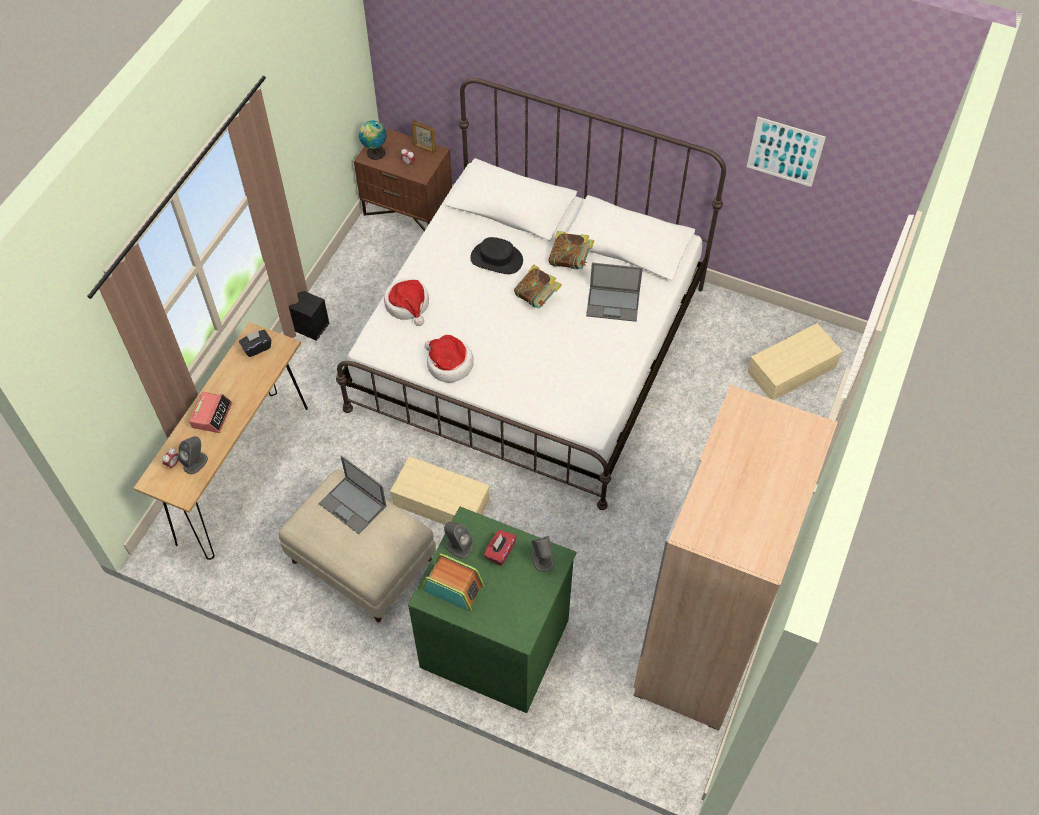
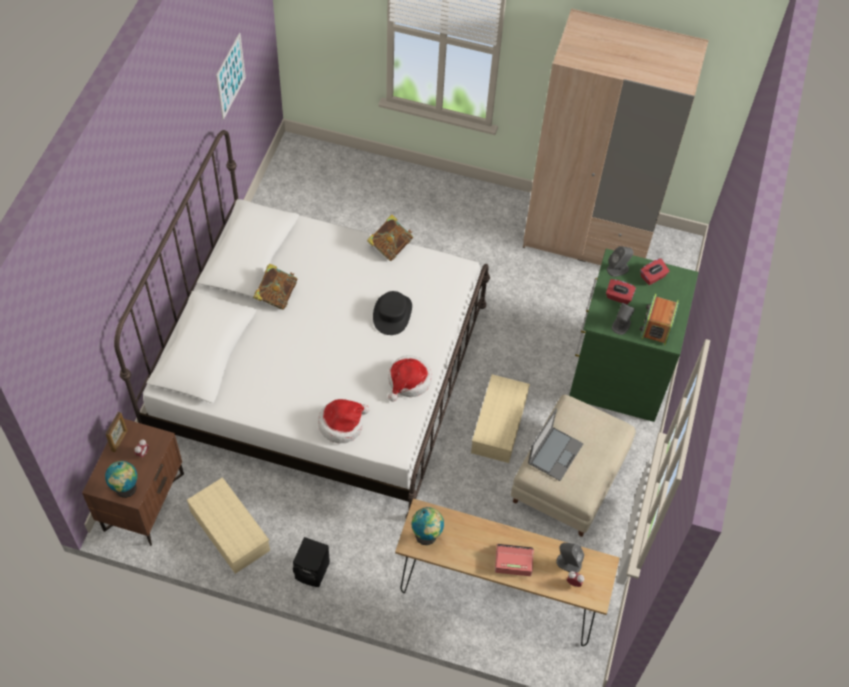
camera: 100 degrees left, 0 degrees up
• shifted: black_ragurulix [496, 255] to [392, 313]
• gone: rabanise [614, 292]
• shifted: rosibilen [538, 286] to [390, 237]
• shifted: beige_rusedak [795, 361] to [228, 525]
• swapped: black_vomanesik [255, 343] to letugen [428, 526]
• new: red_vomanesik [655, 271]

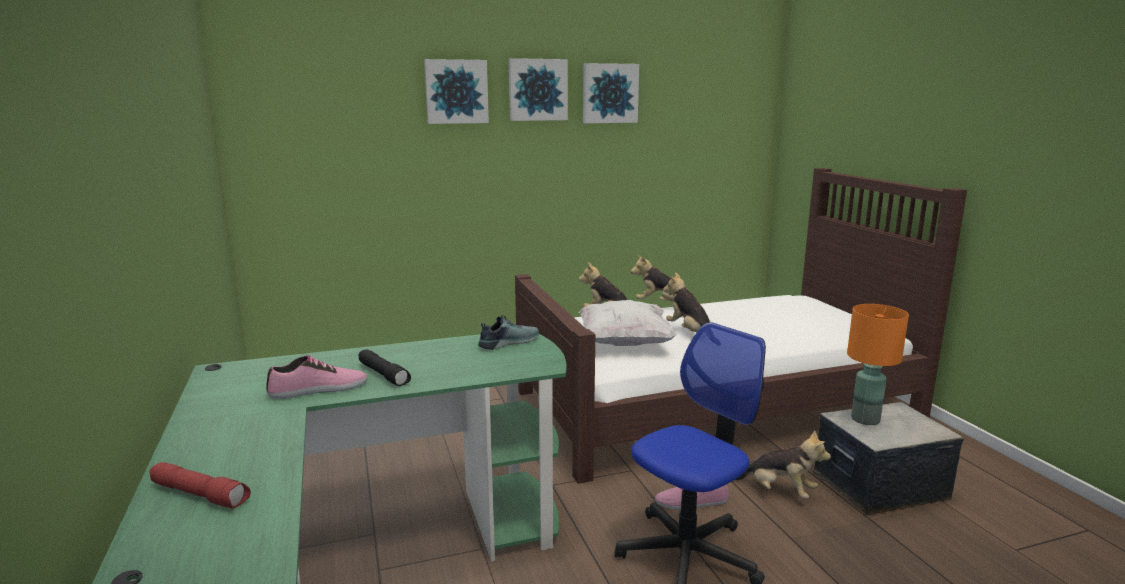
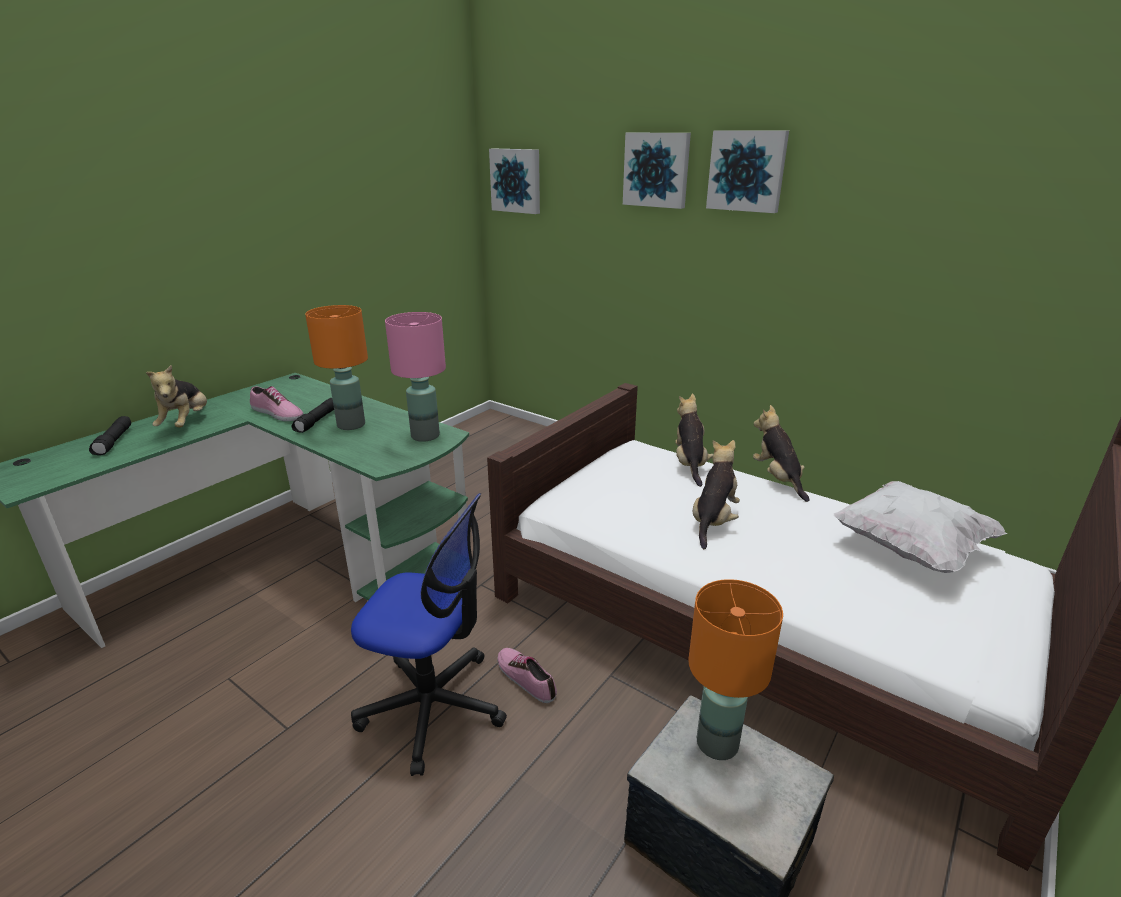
camera: 55 degrees right, 10 degrees up
• shifted: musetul [611, 93] to [514, 181]
• shifted: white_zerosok [627, 323] to [920, 527]
• swapped: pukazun [508, 332] to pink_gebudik [415, 377]
• shifted: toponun [783, 464] to [176, 396]
• repainted: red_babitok [200, 485] to black_babitok [110, 435]
• new: orange_gebudik [336, 367]

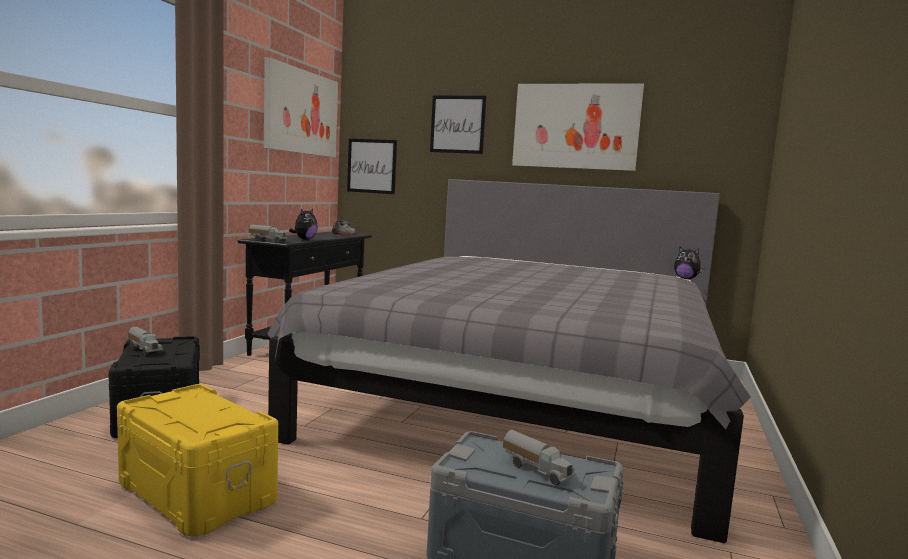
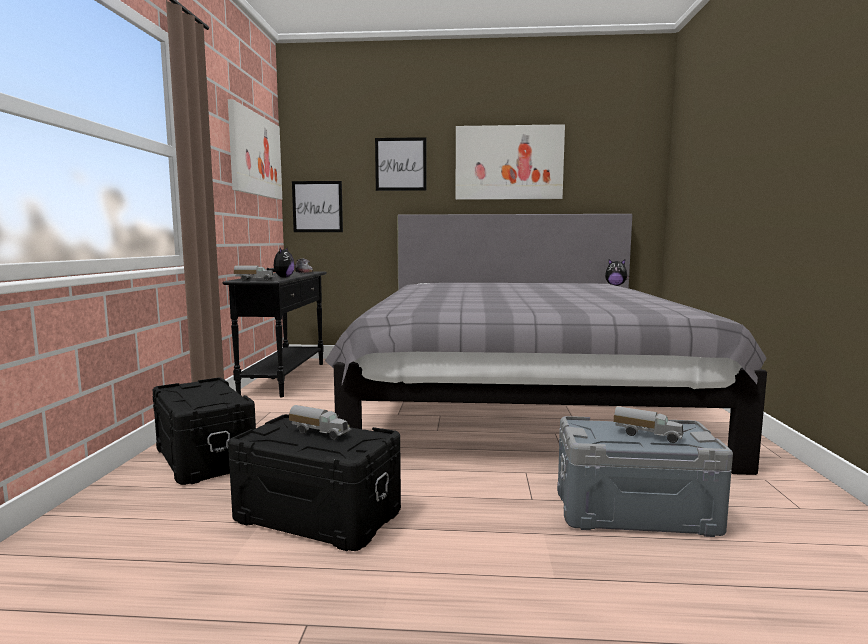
camera: 15 degrees left, 0 degrees up
• shifted: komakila [145, 341] to [320, 422]
• repainted: yellow_rusedak [197, 460] to black_rusedak [314, 482]

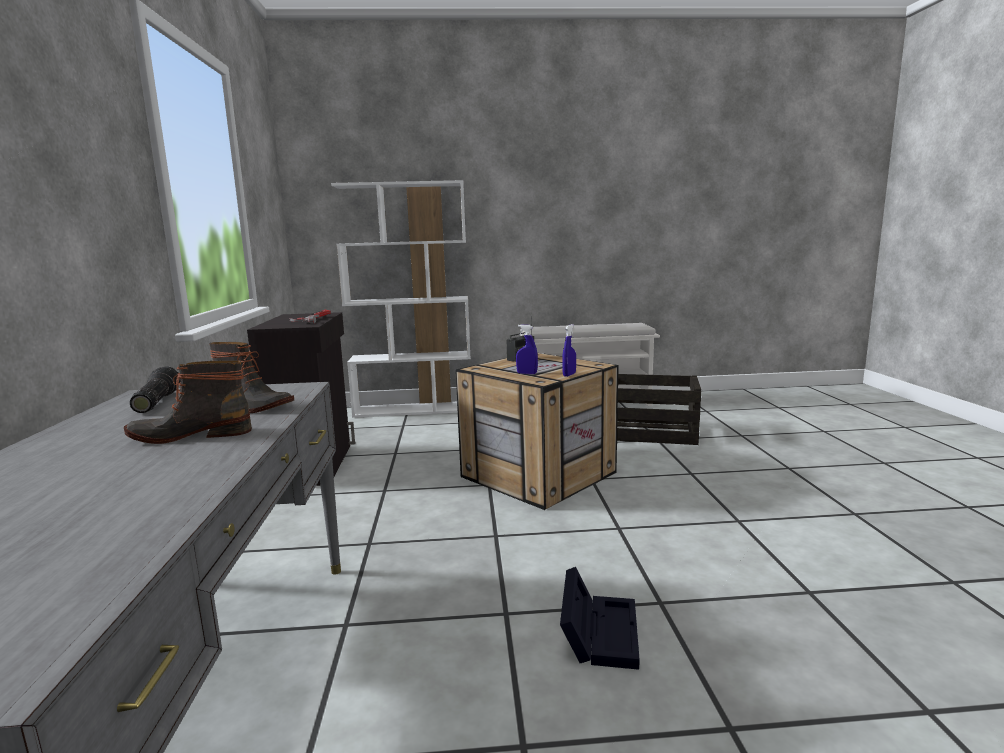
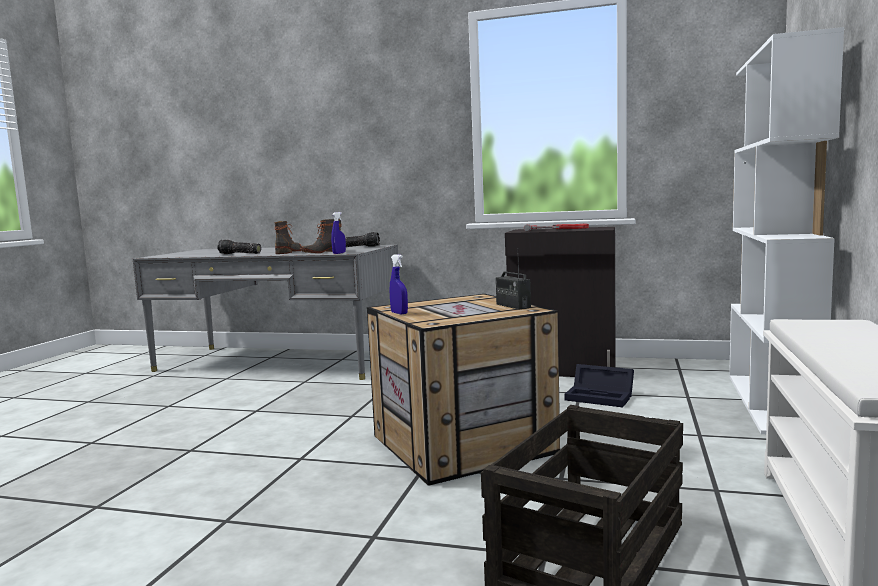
camera: 110 degrees right, 5 degrees down
• shifted: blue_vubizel [527, 349] to [338, 233]
• shifted: black_rusedak [600, 618] to [599, 385]
• new: babitok [239, 246]

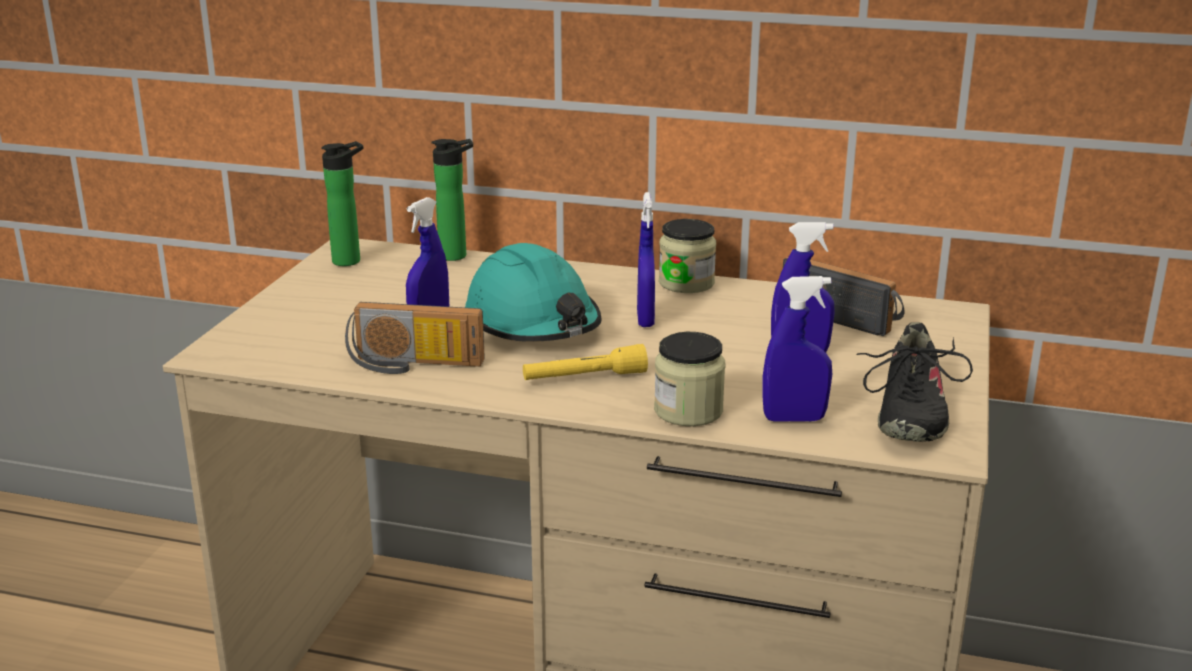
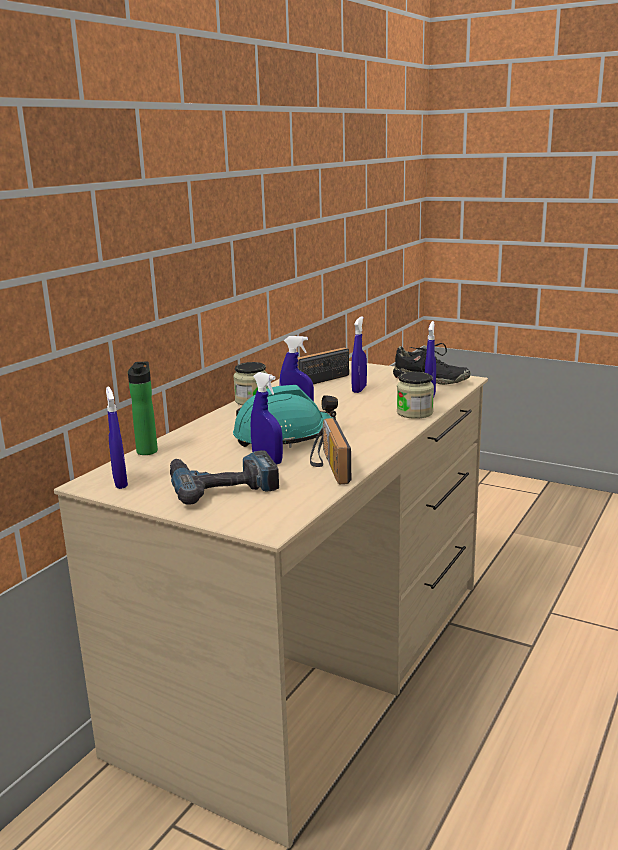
camera: 75 degrees left, 5 degrees down
• swapped: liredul [342, 203] to blue_vubizel [117, 437]
• rotated: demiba [415, 338] = [330, 451] 150 degrees clockwise
• gone: yellow_babitok [585, 362]
• new: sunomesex [224, 477]

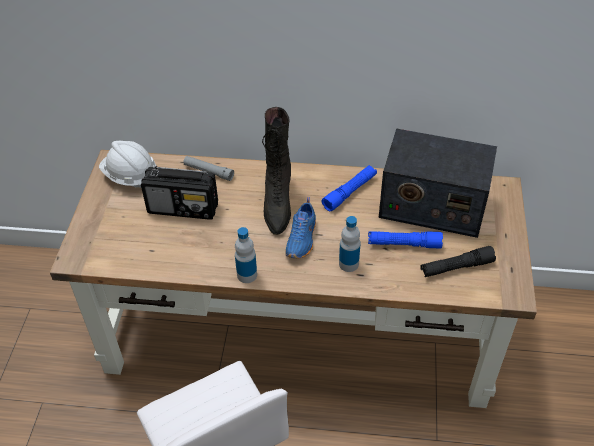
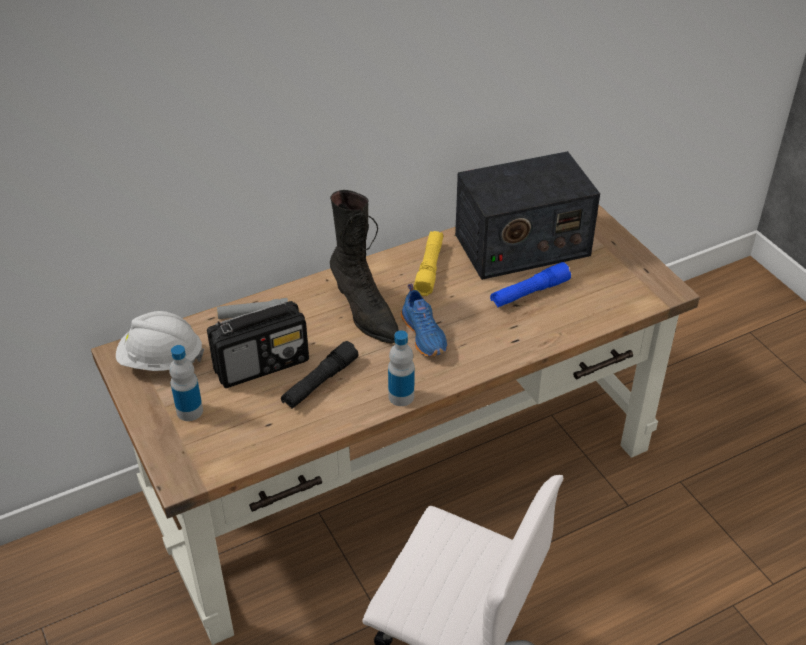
camera: 35 degrees left, 5 degrees down
• repainted: blue_babitok [349, 188] to yellow_babitok [428, 263]
• shifted: liredul [349, 244] to [186, 383]
• shifted: black_babitok [458, 261] to [319, 375]

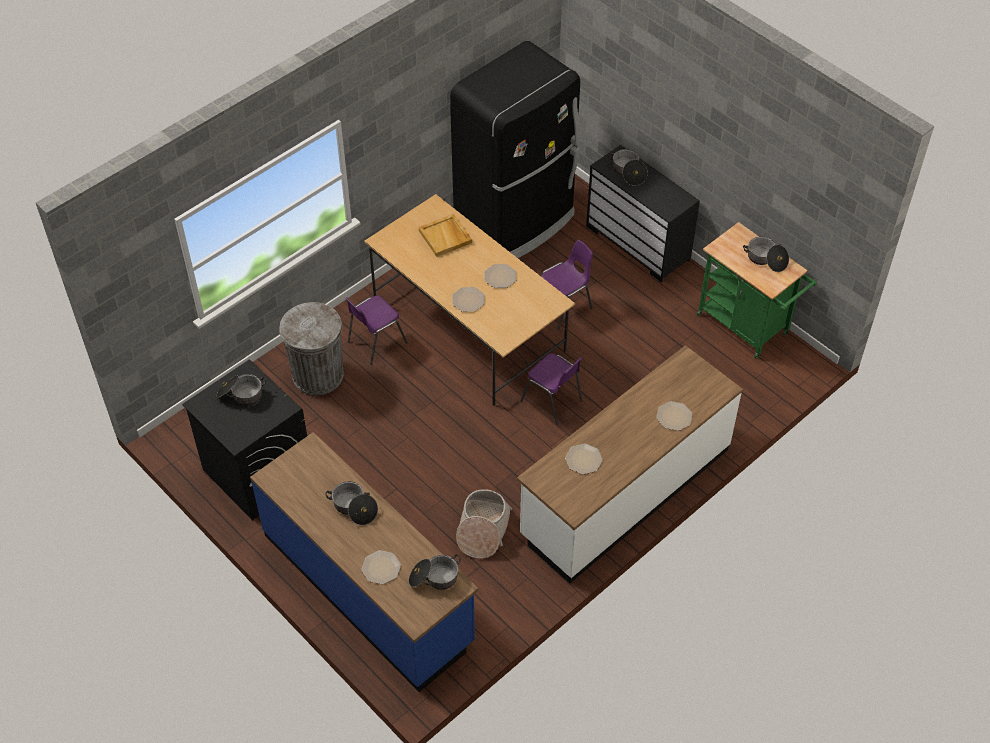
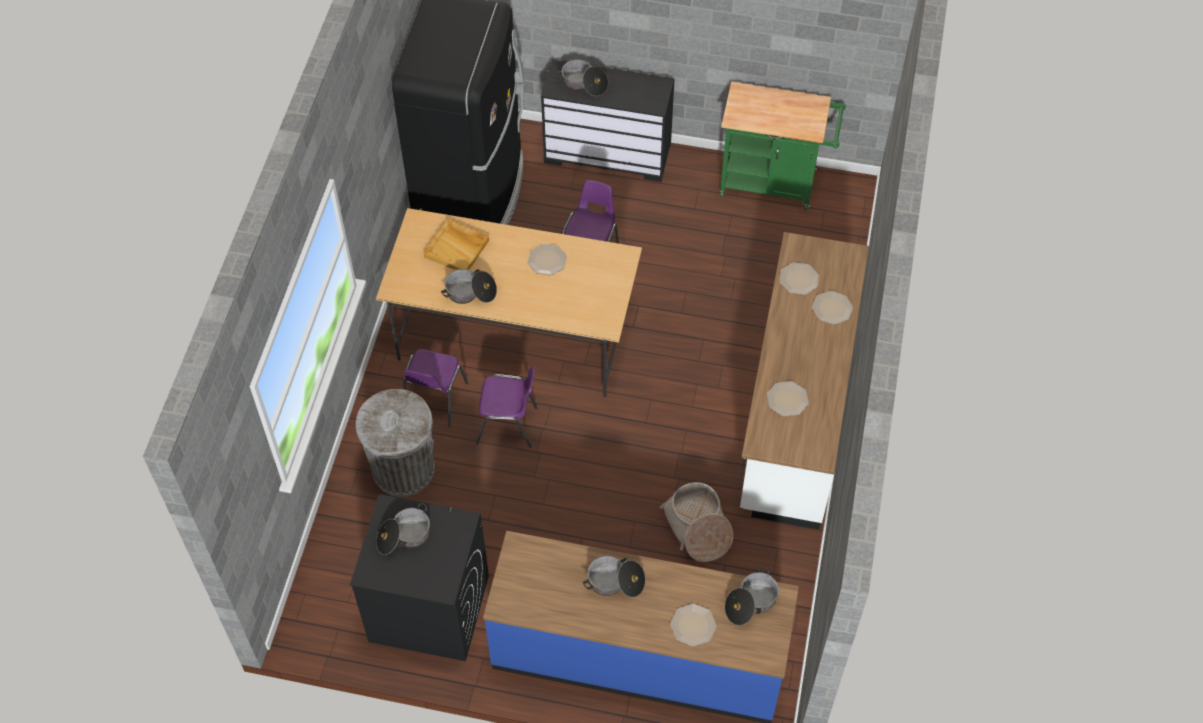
camera: 35 degrees left, 5 degrees up
• shifted: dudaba [766, 254] to [469, 286]
• shifted: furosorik [468, 299] to [799, 278]
• shifted: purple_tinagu [551, 389] to [506, 407]

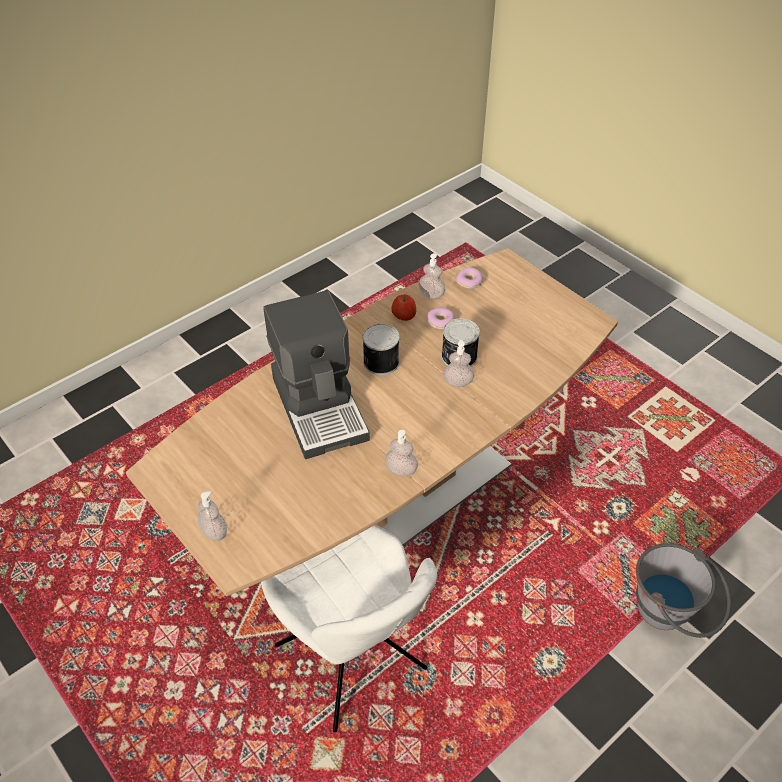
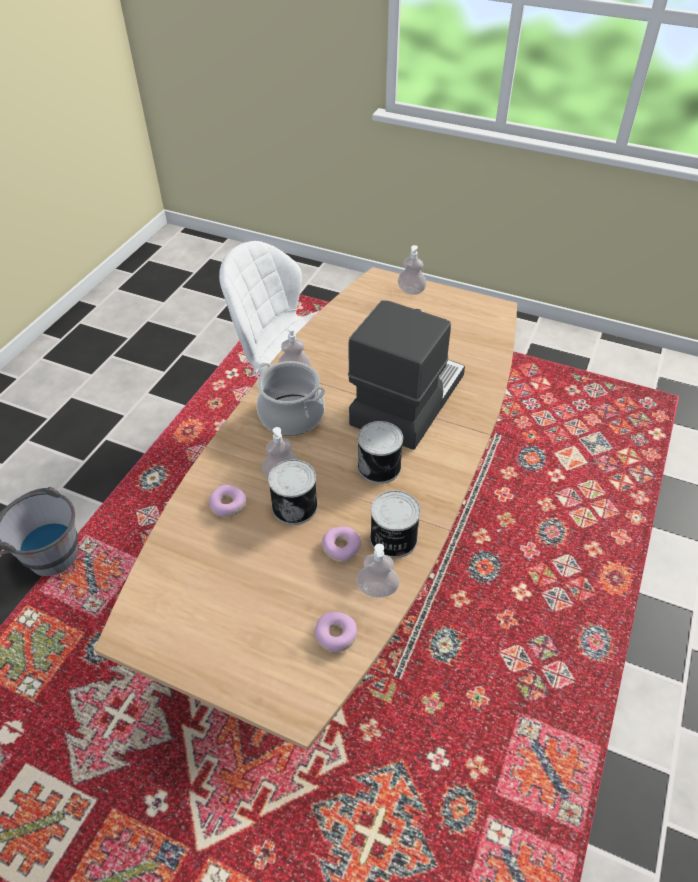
camera: 155 degrees right, 0 degrees up
• rotated: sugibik [316, 374] = [406, 375] 75 degrees clockwise
• swapped: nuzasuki [403, 307] to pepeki [395, 524]
• new: dudaba [289, 398]
• new: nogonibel [227, 501]

